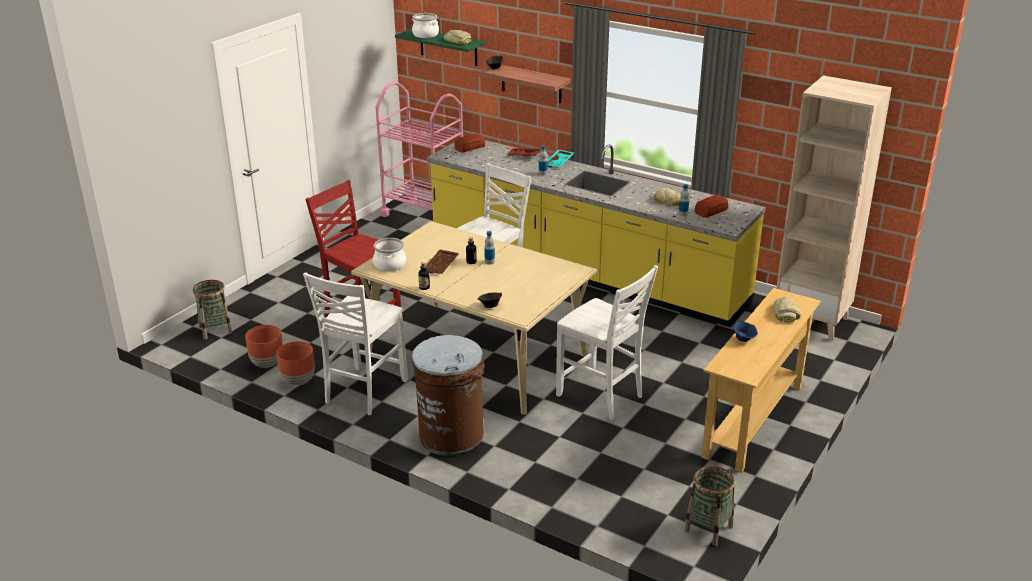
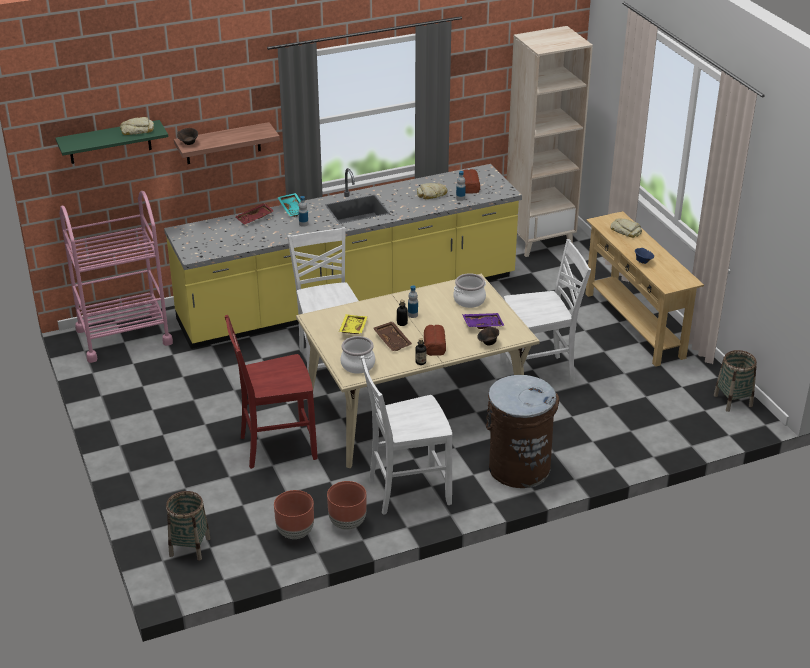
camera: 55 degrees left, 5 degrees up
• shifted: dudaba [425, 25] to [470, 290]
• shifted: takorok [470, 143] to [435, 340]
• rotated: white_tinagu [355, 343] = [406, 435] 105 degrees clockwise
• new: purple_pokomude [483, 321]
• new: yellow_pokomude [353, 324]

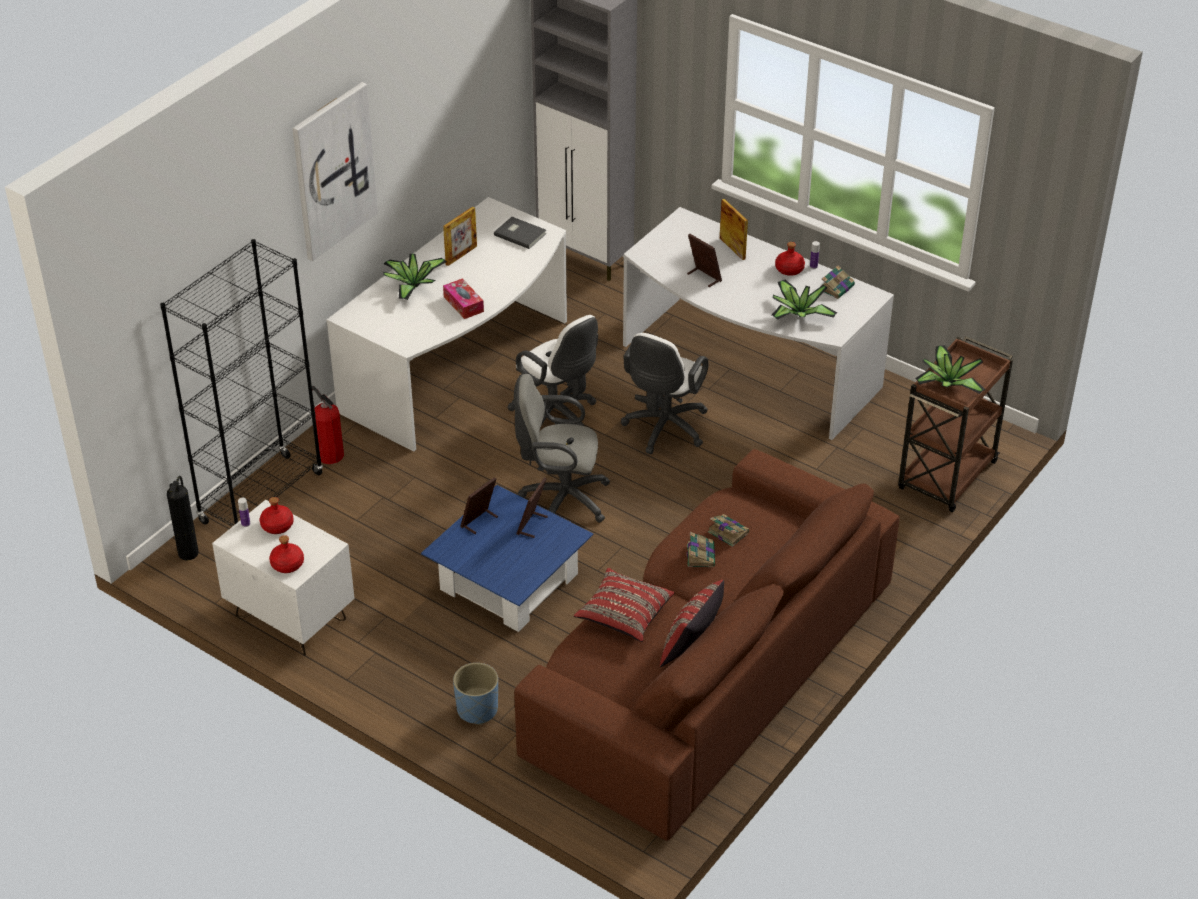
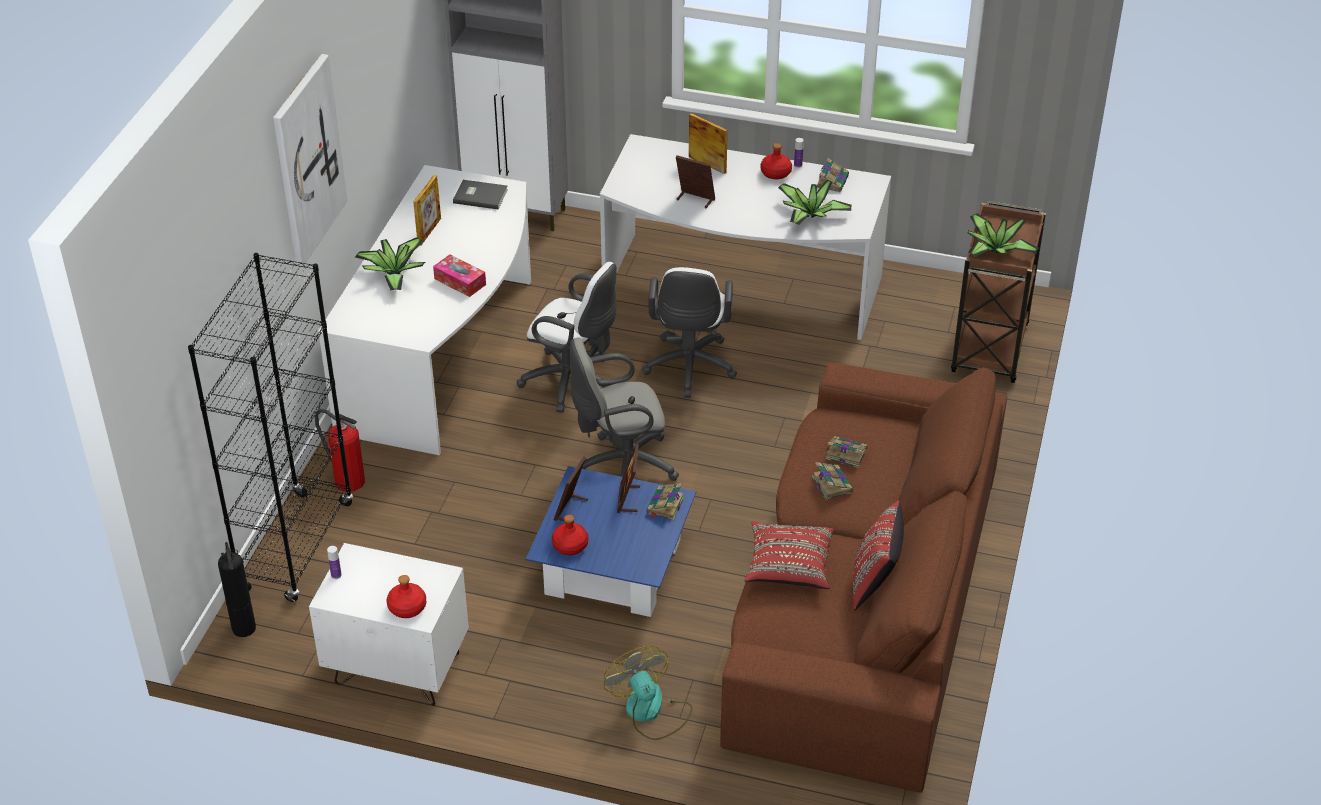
camera: 20 degrees left, 0 degrees up
• shifted: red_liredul [276, 515] to [570, 535]
• swapped: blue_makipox [475, 694] to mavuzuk [648, 693]
• new: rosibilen [665, 501]

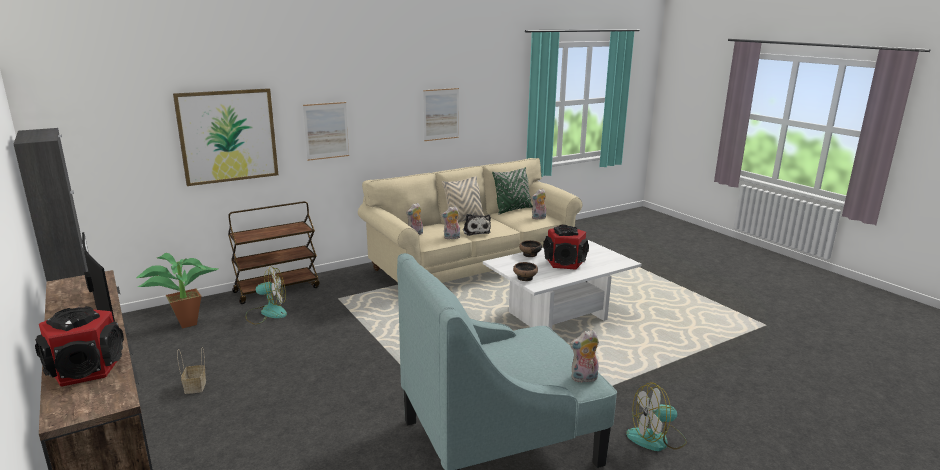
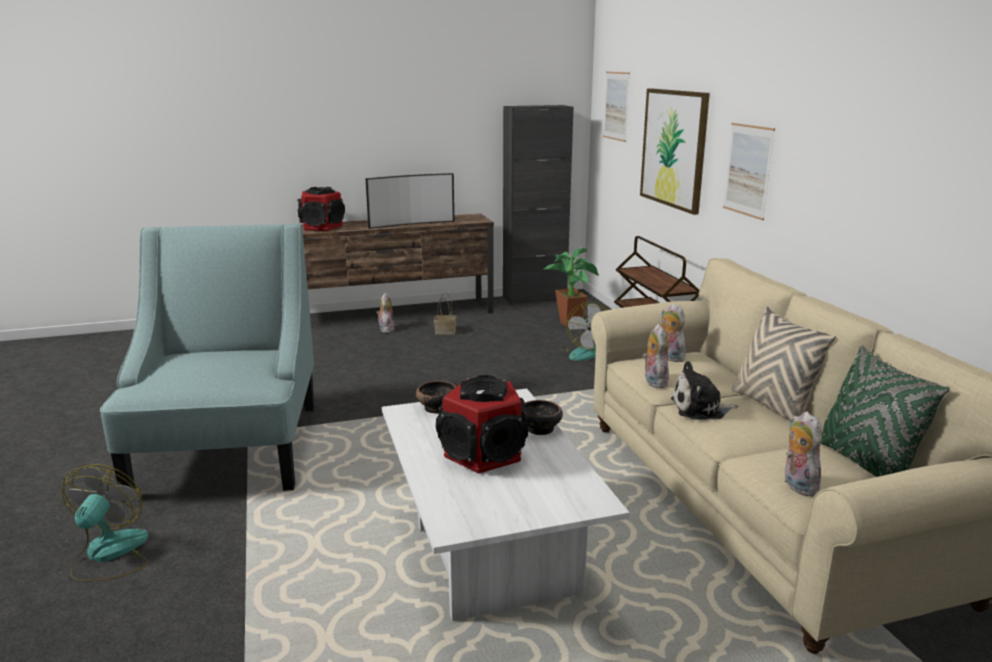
camera: 105 degrees right, 0 degrees up
• shifted: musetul [441, 114] to [616, 107]
• shifted: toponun [584, 356] to [386, 313]

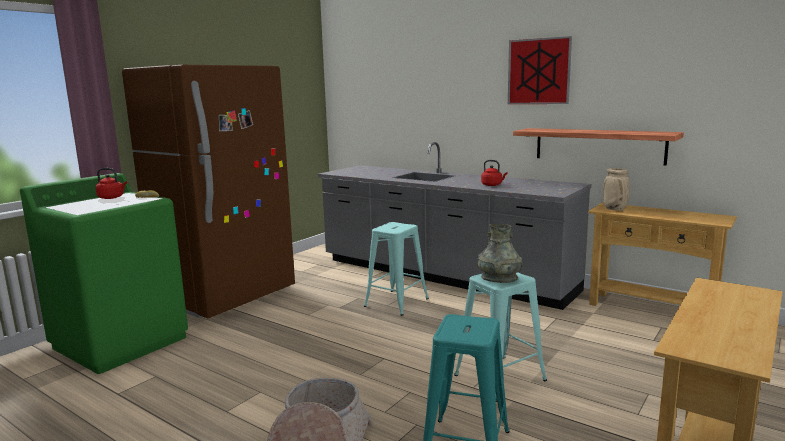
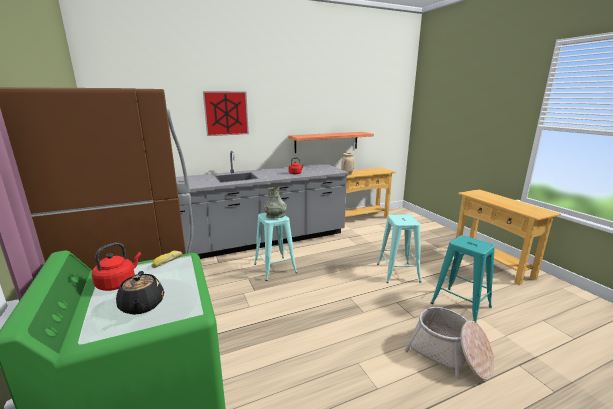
camera: 60 degrees left, 5 degrees up
• shifted: musetul [540, 70] to [226, 113]
• shifted: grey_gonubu [499, 253] to [275, 203]
• new: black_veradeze [140, 293]

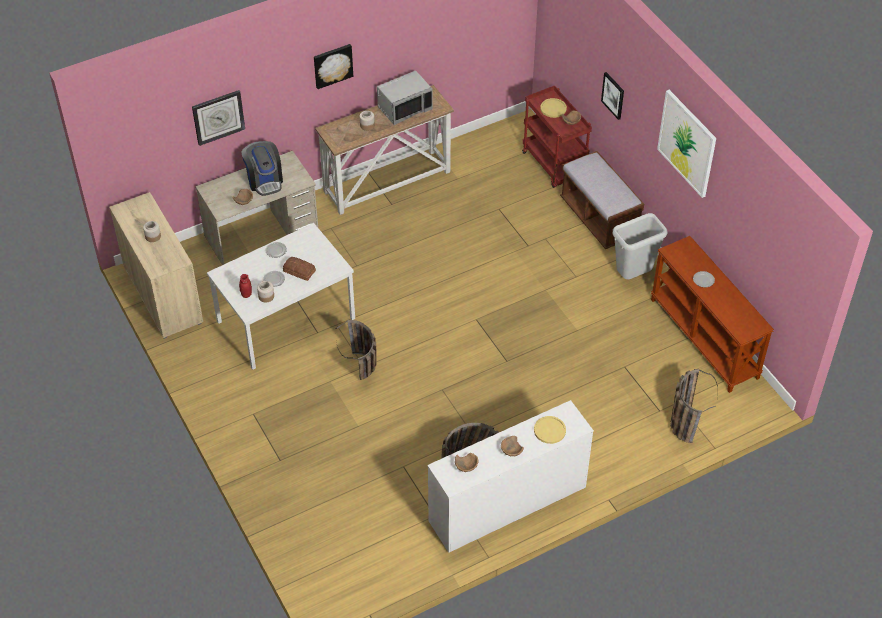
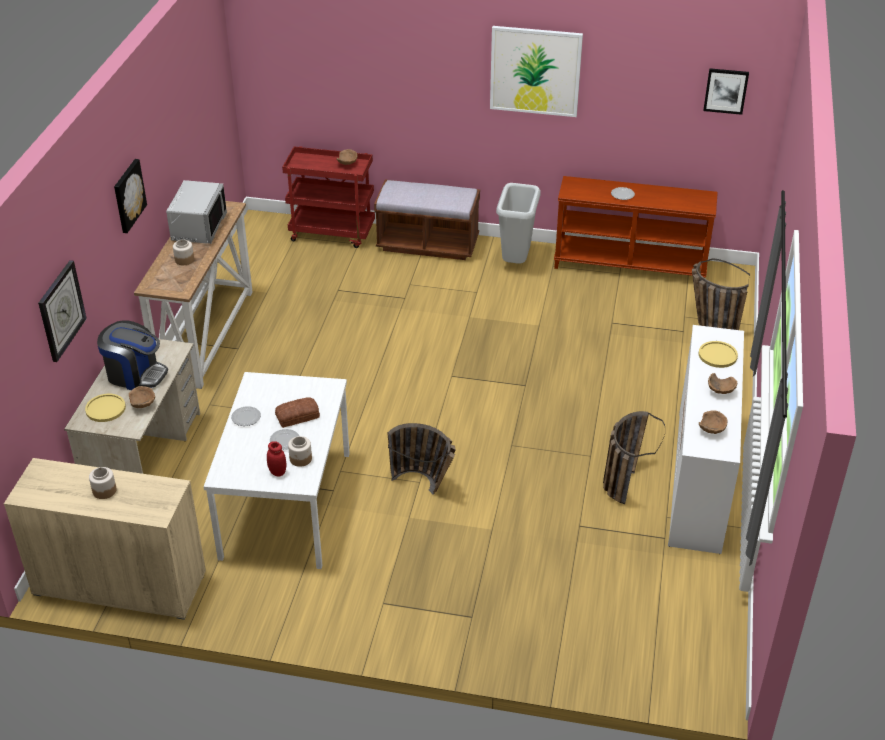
camera: 50 degrees left, 10 degrees down
• shifted: musetul [612, 96] to [726, 91]
• shifted: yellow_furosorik [553, 108] to [105, 408]

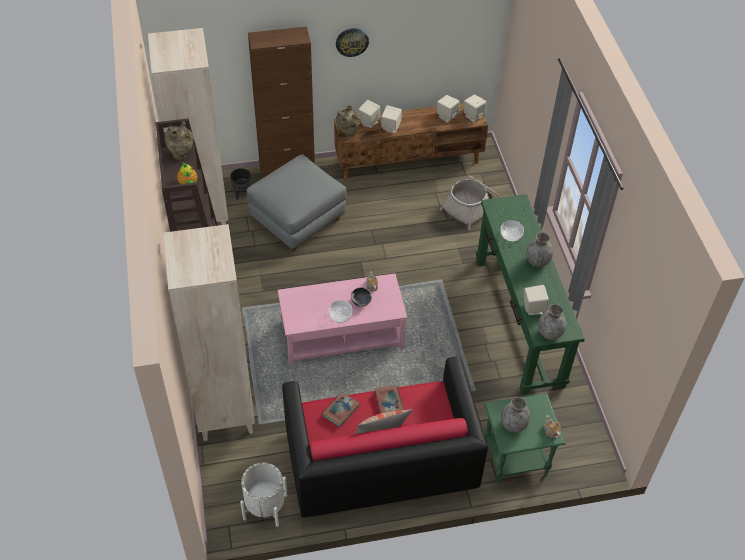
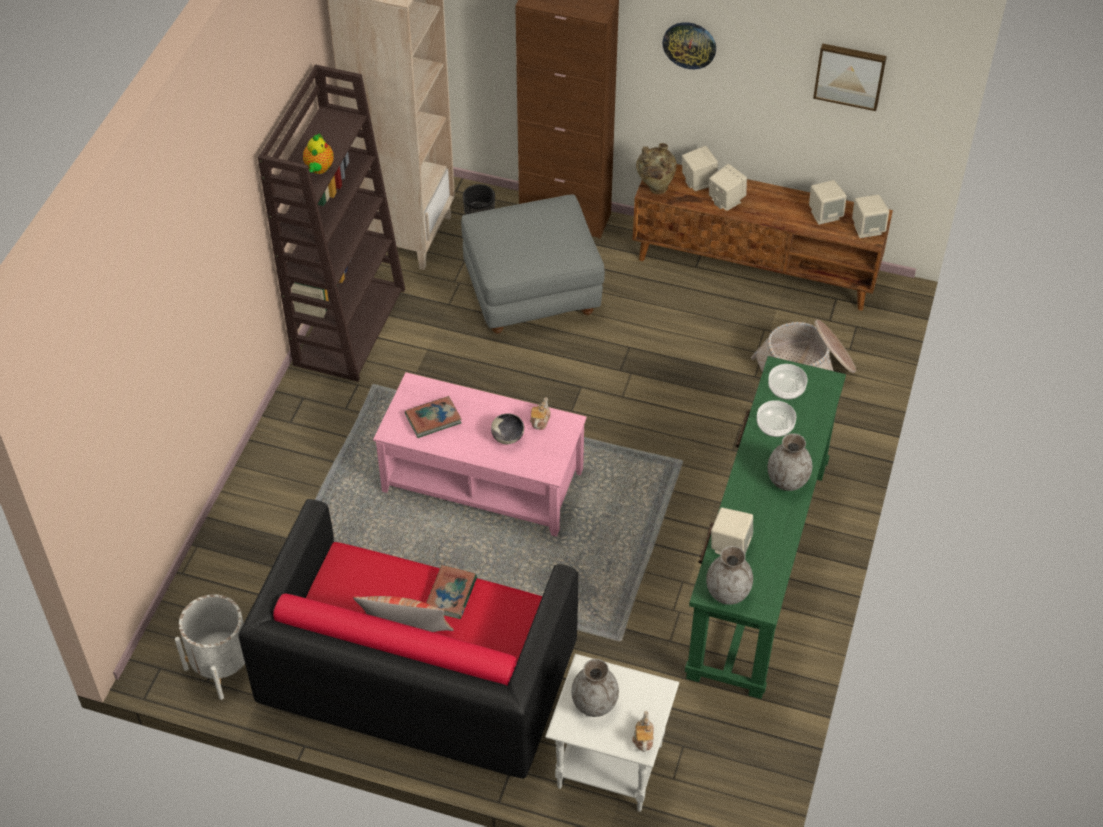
camera: 30 degrees right, 0 degrees up
• gone: beige_gonubu [179, 140]
• gone: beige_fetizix [209, 332]
• shifted: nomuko [340, 311] to [788, 381]
• shifted: rosibilen [341, 409] to [433, 417]
• repainted: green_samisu [524, 438] to white_samisu [612, 733]
• new: musetul [850, 77]

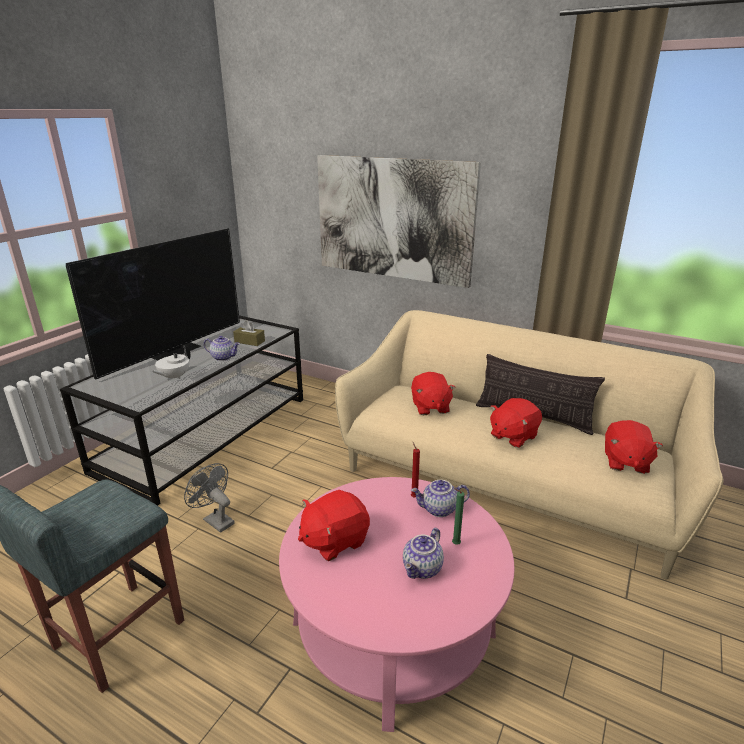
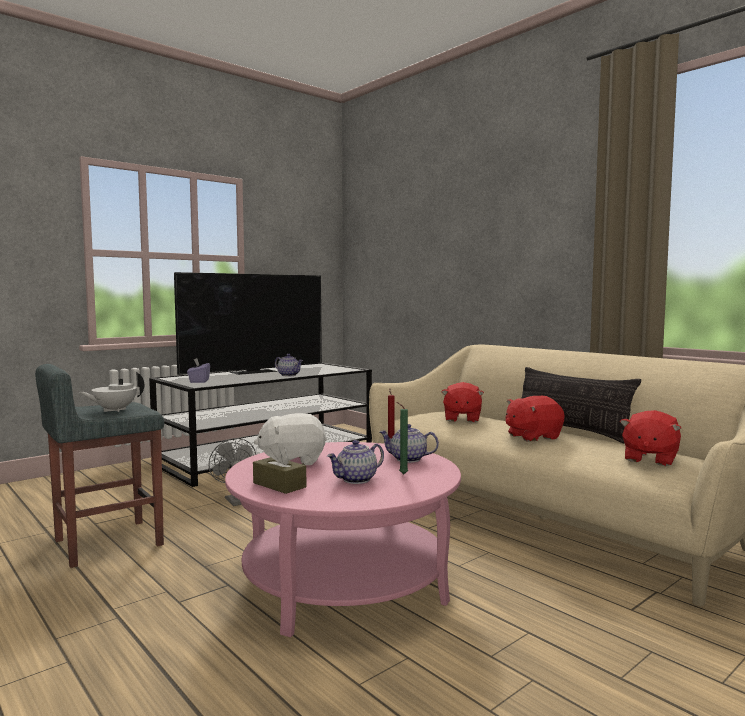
camera: 20 degrees right, 20 degrees down
• gone: musetul [399, 221]
• shifted: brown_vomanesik [249, 333] to [279, 468]
• shifted: white_veradeze [170, 363] to [111, 392]
• repainted: red_toponun [334, 525] to white_toponun [290, 439]
• new: purple_vomanesik [198, 370]

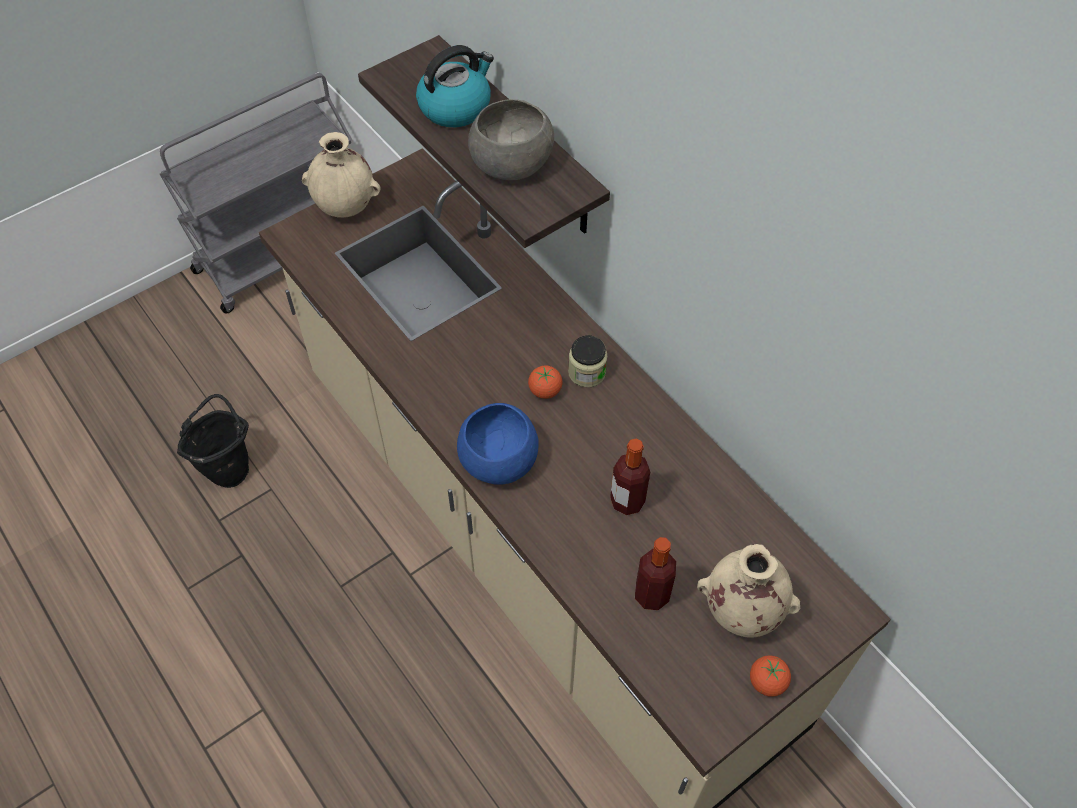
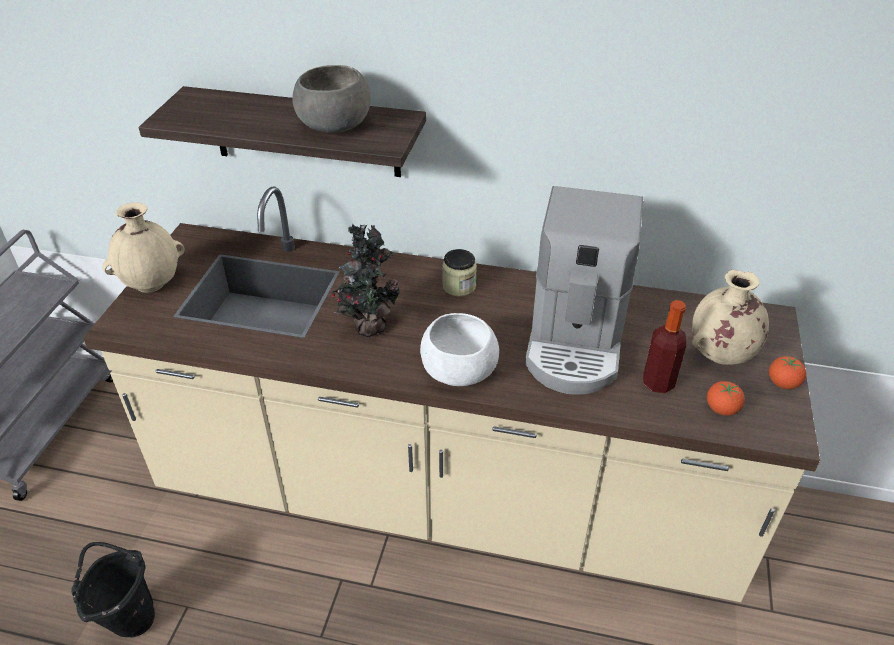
camera: 40 degrees left, 15 degrees down
• gone: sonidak [455, 86]
• shifted: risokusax [545, 382] to [726, 398]
• repainted: blue_nomuko [498, 444] to white_nomuko [459, 349]
• swapped: liredul [630, 477] to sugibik [584, 290]
• new: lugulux [365, 280]

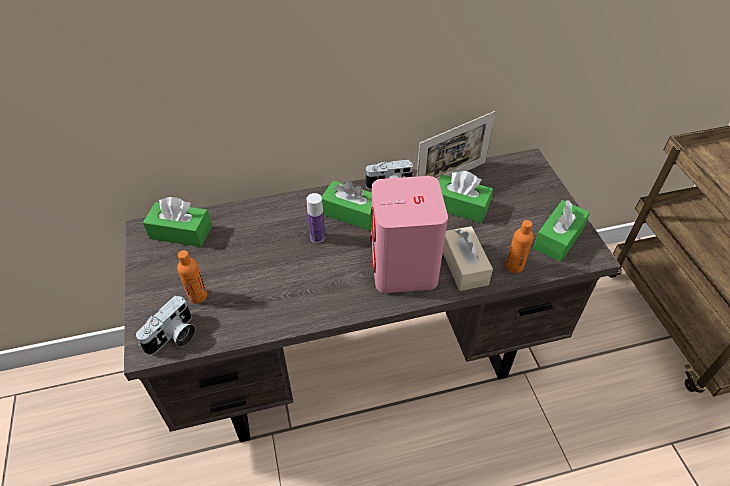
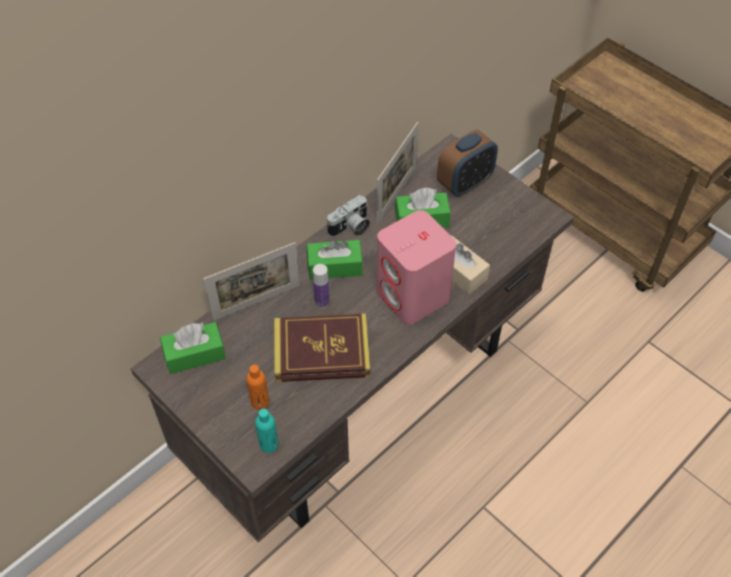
camera: 30 degrees left, 5 degrees up
• gone: green_vomanesik [561, 231]
• gone: orange_liredul [519, 246]
• swapped: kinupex [166, 325] to turquoise_liredul [266, 431]
• new: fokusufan [467, 163]
• new: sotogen [251, 281]
• new: rosibilen [322, 348]

